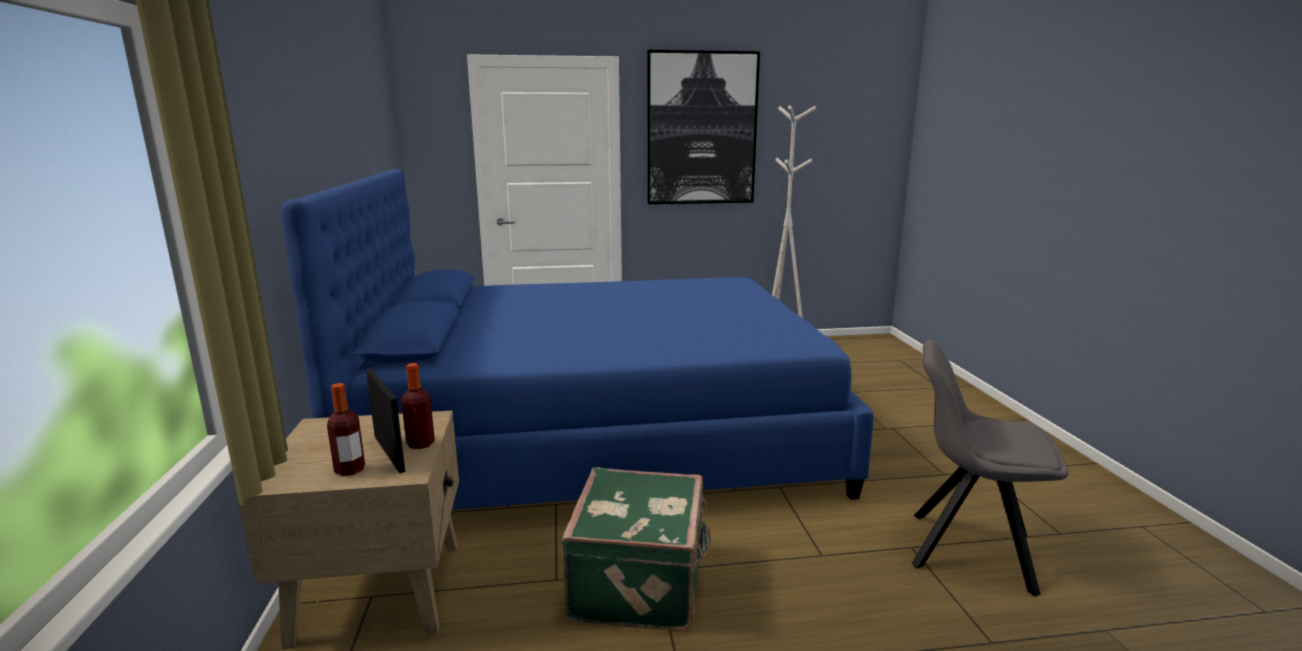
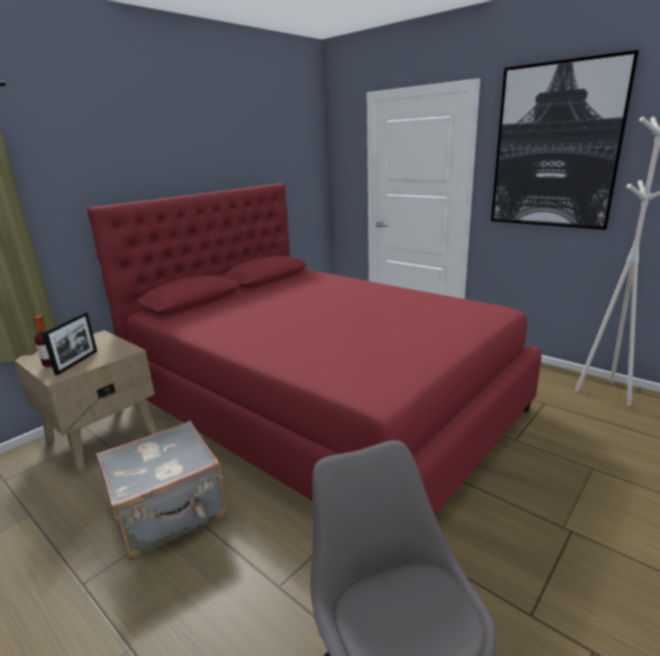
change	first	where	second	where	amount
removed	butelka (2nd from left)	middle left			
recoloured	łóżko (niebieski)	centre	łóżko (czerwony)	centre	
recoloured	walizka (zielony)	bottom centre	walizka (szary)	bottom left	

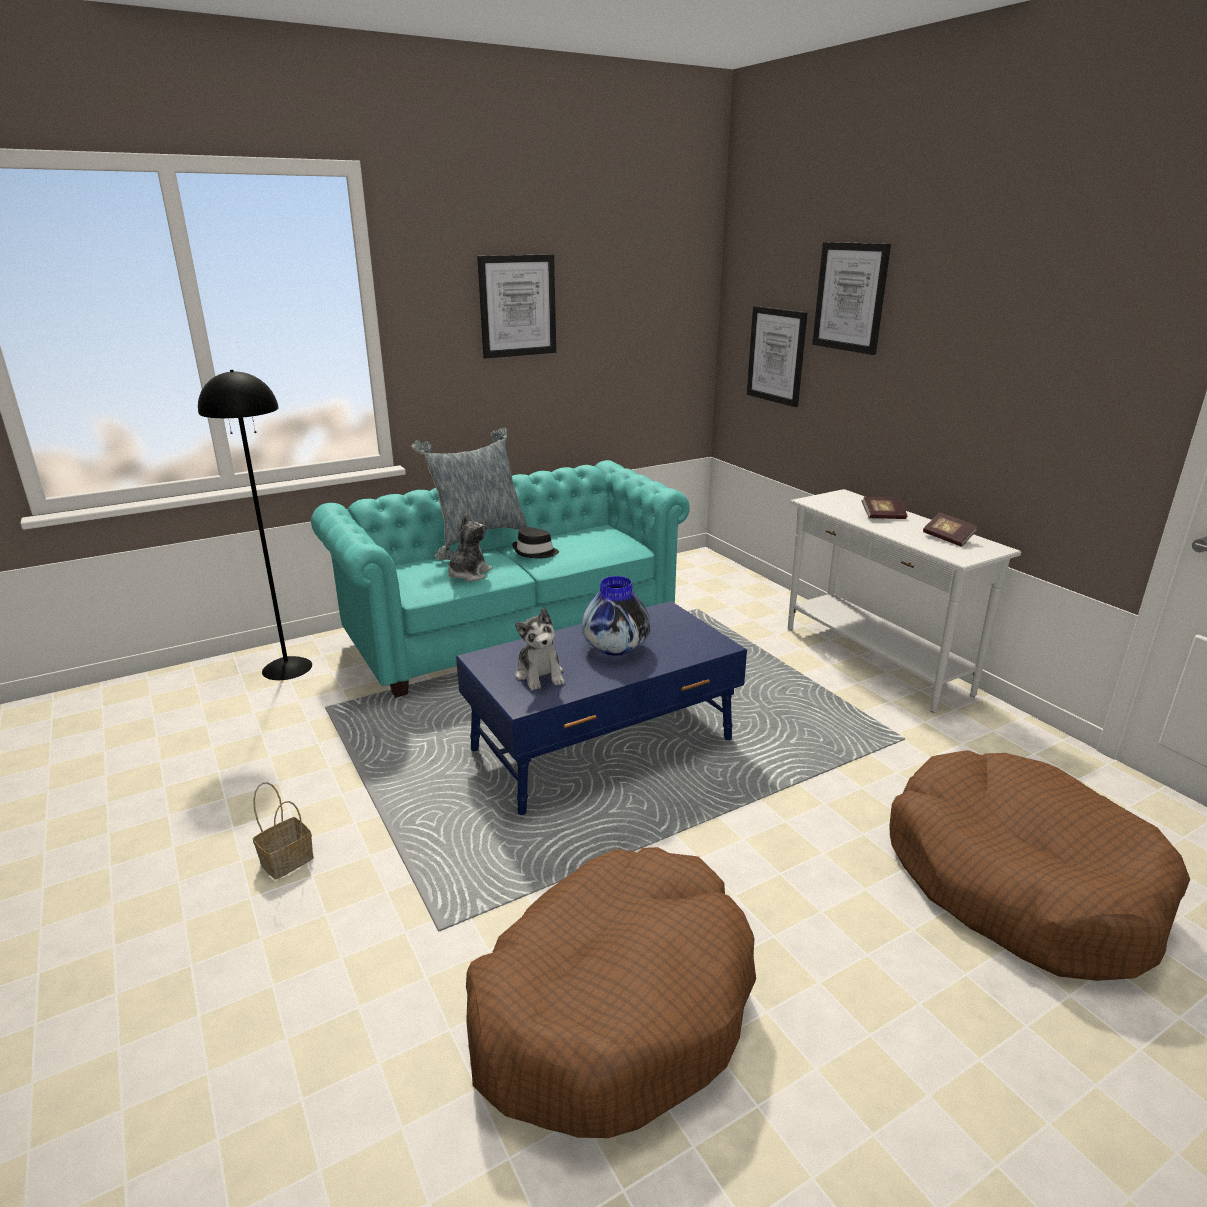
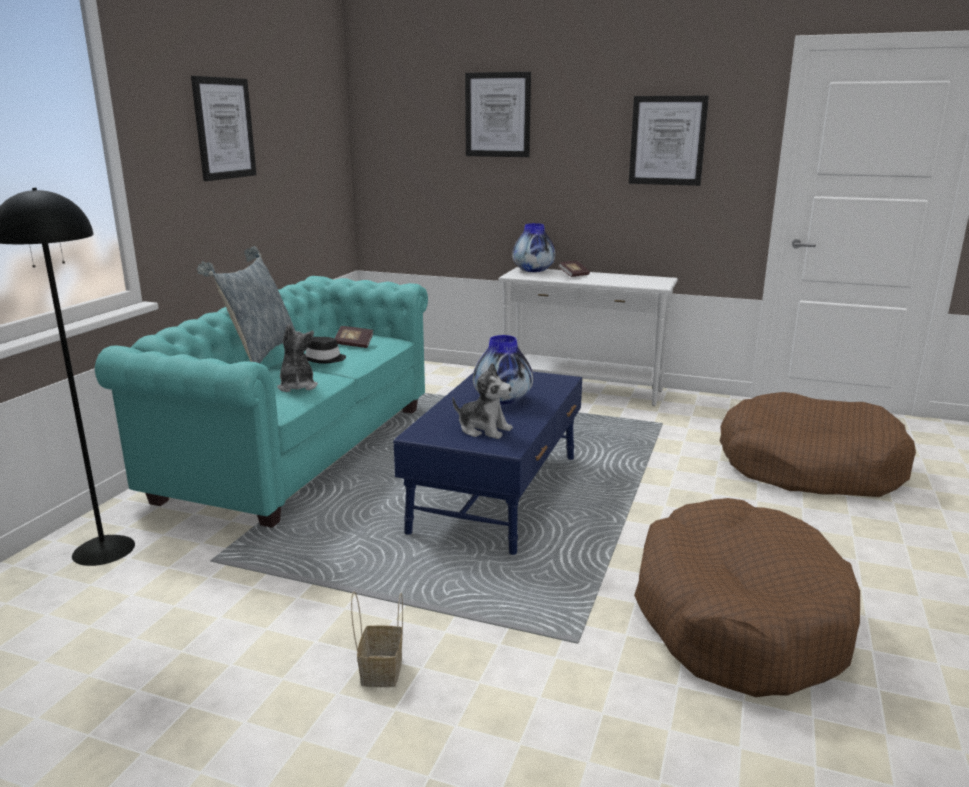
change	first	where	second	where	amount
added			wazon (2nd from left)	top centre	
moved	obraz (2nd from left in the first image)	top centre	obraz (3rd from left)	top right	
moved	książka (2nd from left in the first image)	middle right	książka (1st from left)	centre	

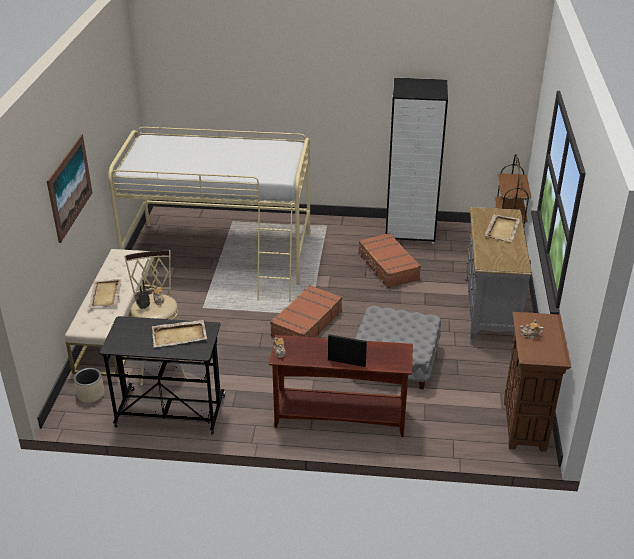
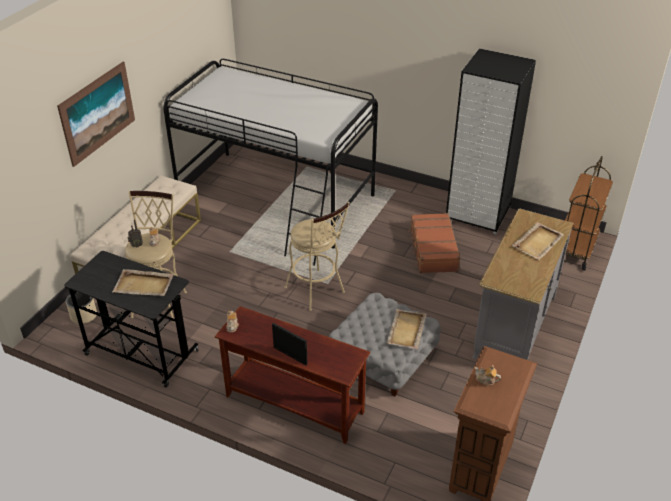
change	first	where	second	where	amount
moved	taca (beżowy) (1st from left in the first image)	middle left	taca (beżowy) (2nd from left)	centre	
replaced	walizka (brązowy) (1st from left)	centre	stołek (beżowy) (2nd from left)	centre	
recoloured	łóżko (beżowy)	middle left	łóżko (czarny)	top centre	

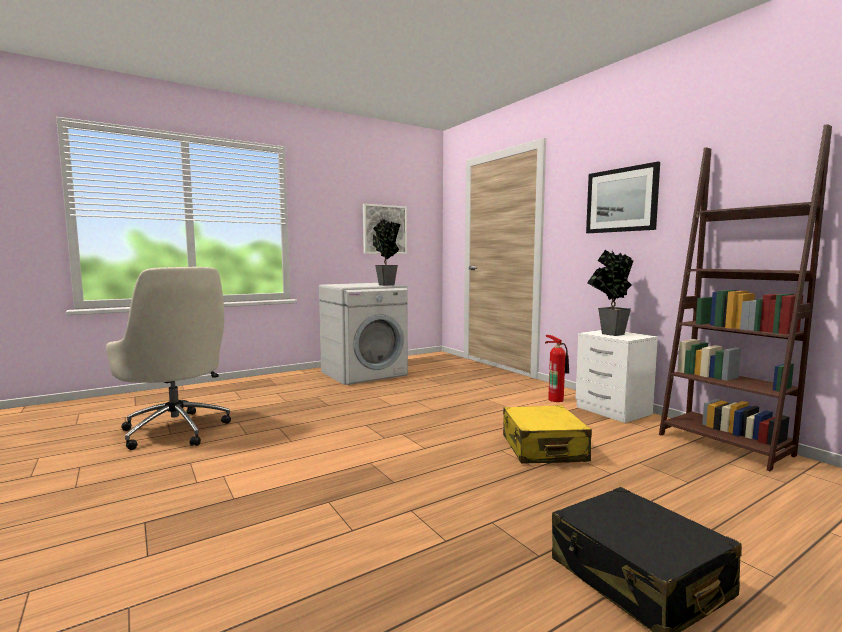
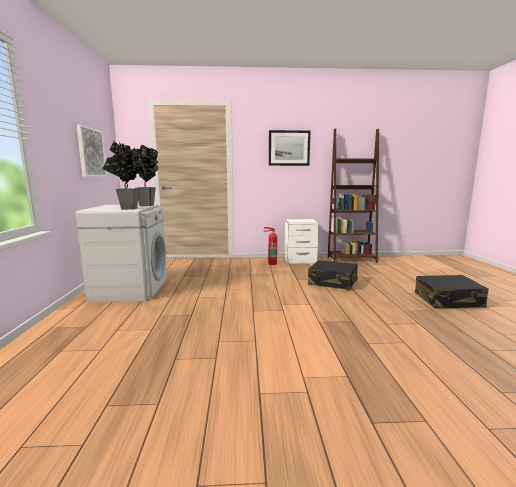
change	first	where	second	where	amount
removed	krzesło biurowe (beżowy)	middle left			
moved	roślina doniczkowa (2nd from left in the first image)	middle right	roślina doniczkowa (1st from left)	middle left	
recoloured	walizka (żółty)	bottom centre	walizka (czarny) (1st from left)	centre	

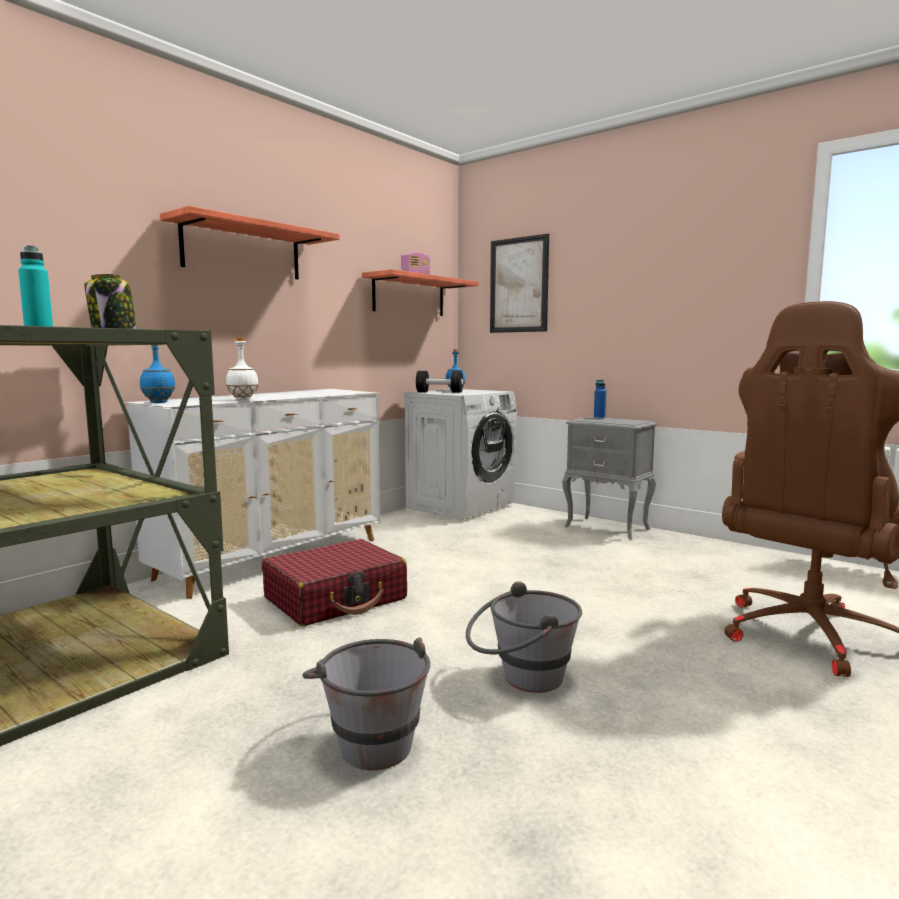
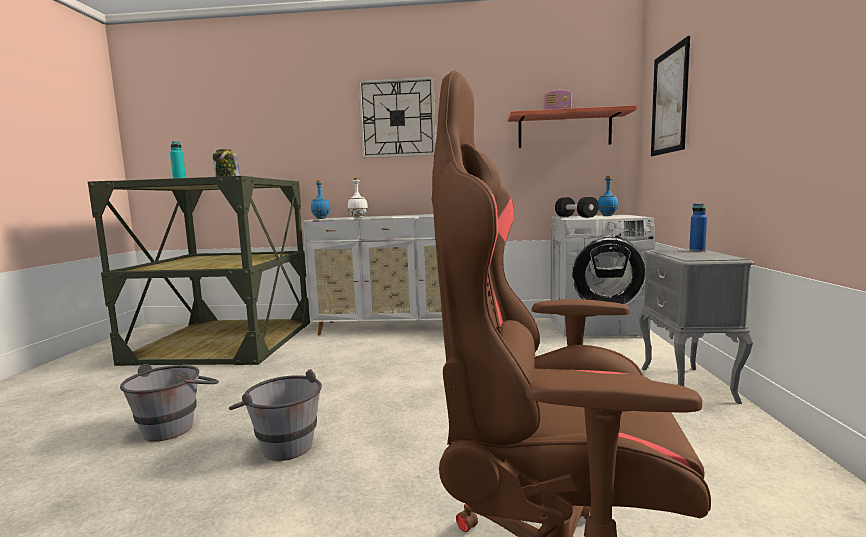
change	first	where	second	where	amount
removed	walizka (czerwony)	centre			
replaced	półka (1st from left)	top left	zegar ścienny	top centre	

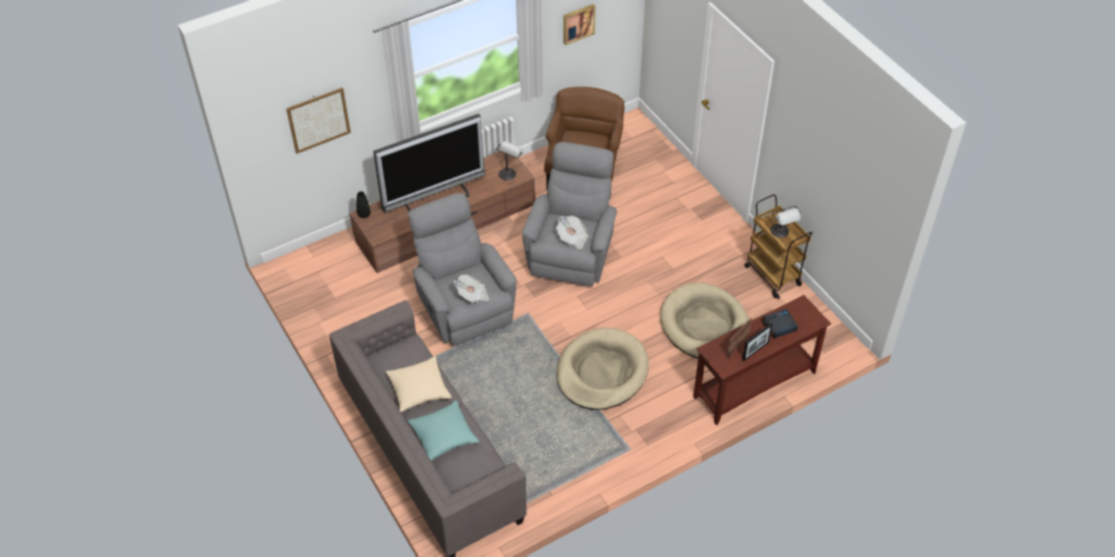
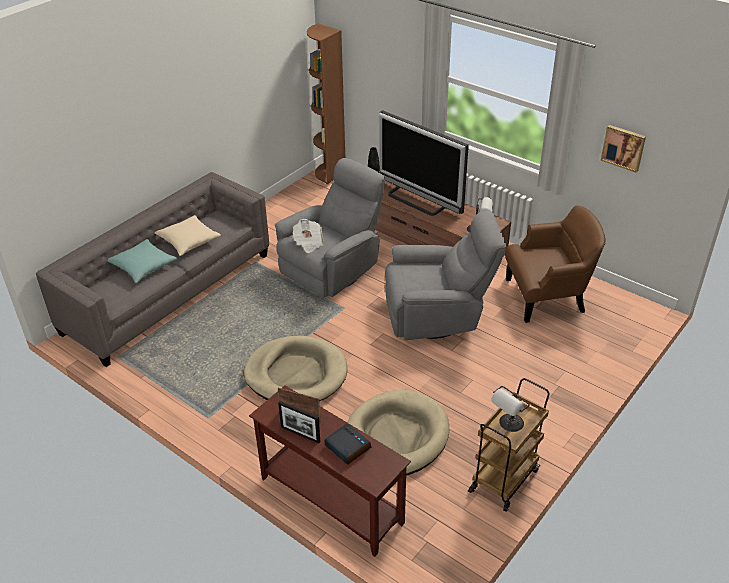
change	first	where	second	where	amount
removed	obraz (1st from left)	top left			
removed	gazeta (2nd from left)	centre			
added			regał (brązowy)	top centre	

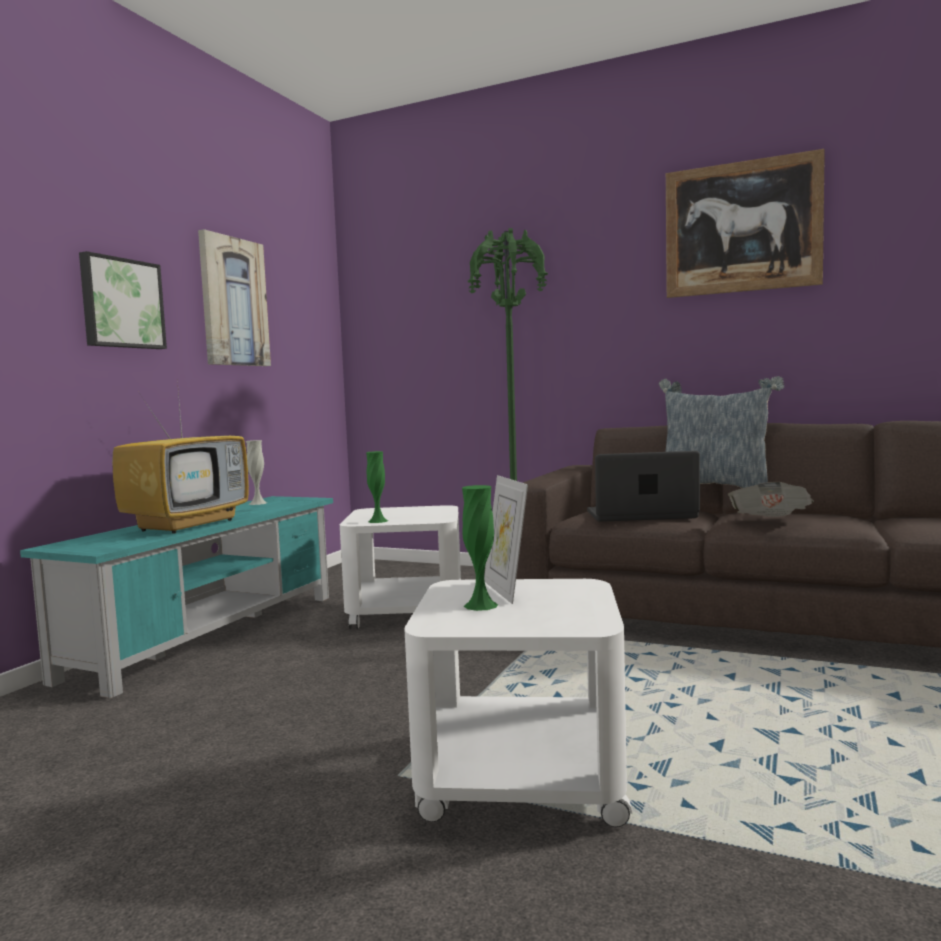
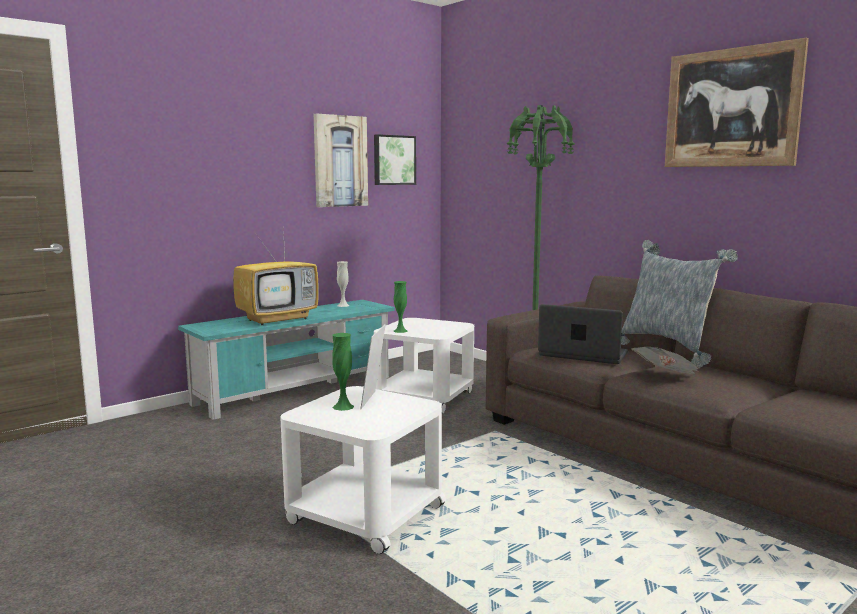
change	first	where	second	where	amount
moved	obraz (1st from left in the first image)	top left	obraz (2nd from left)	top centre	

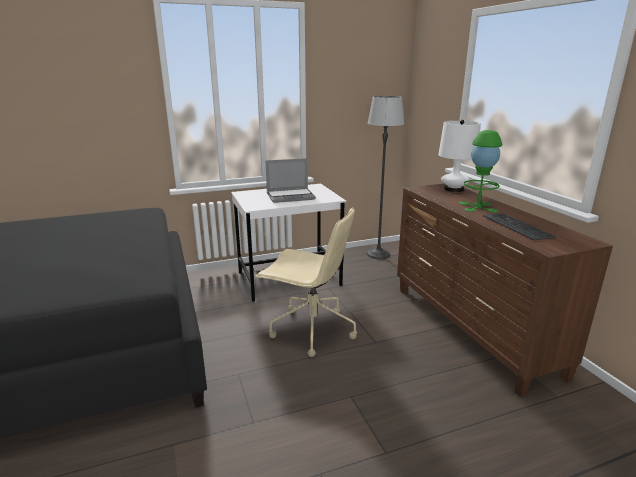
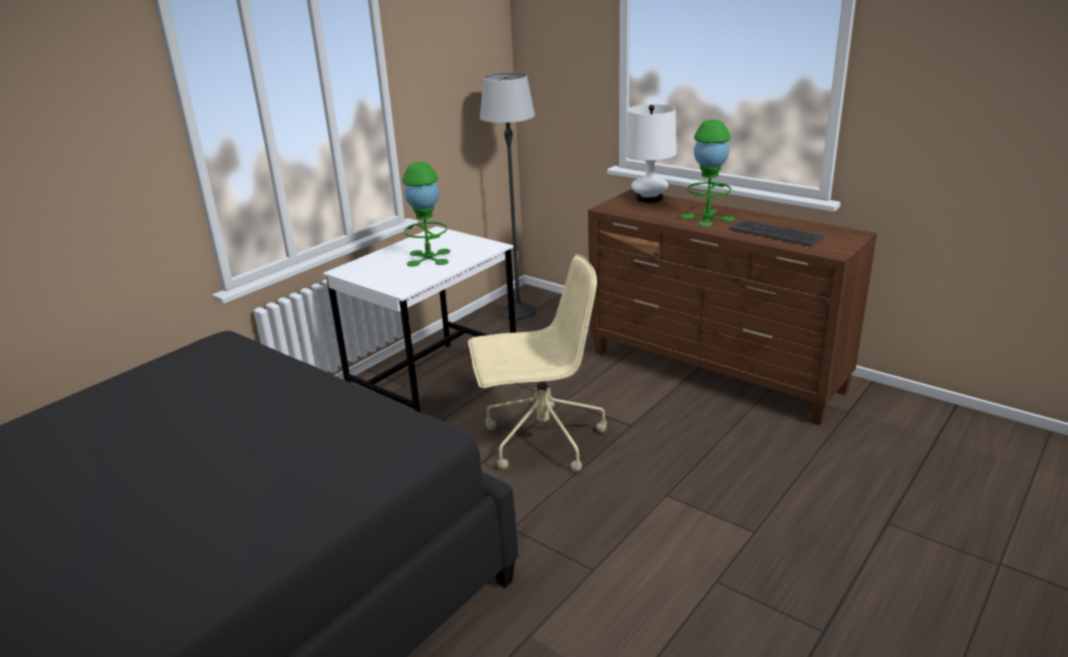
change	first	where	second	where	amount
replaced	laptop	centre	lampa stołowa (zielony) (1st from left)	top centre	

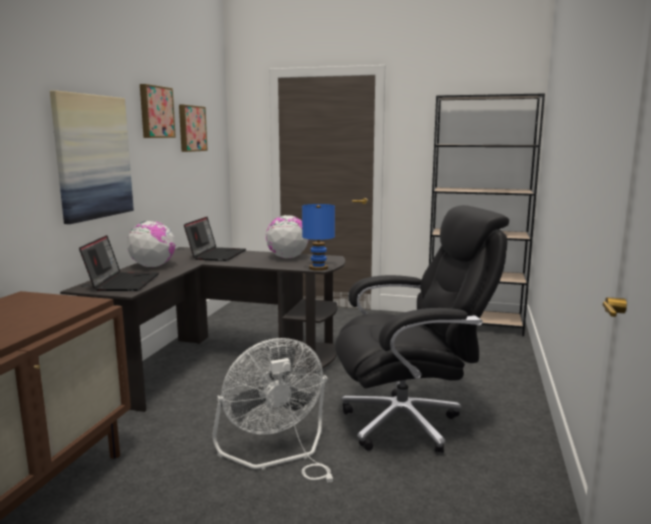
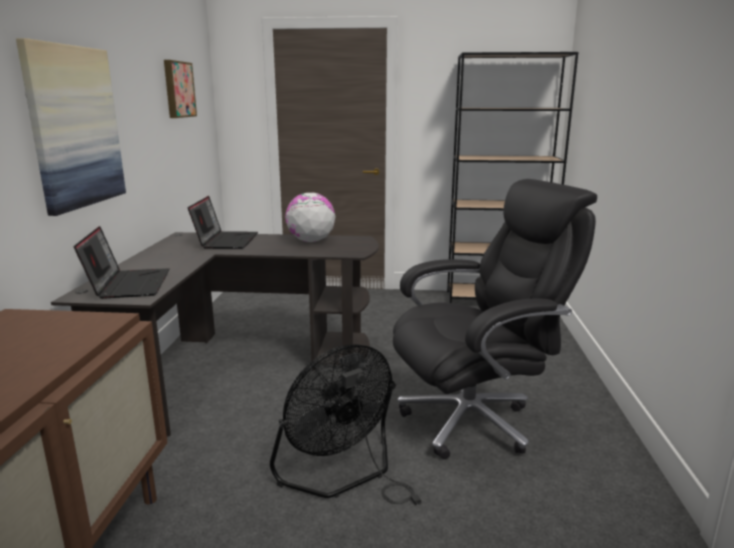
change	first	where	second	where	amount
removed	globus (1st from left)	middle left			
removed	obraz (2nd from left)	top left			
removed	lampa stołowa (niebieski)	centre			
recoloured	wentylator (biały)	bottom centre	wentylator (czarny)	bottom centre	

